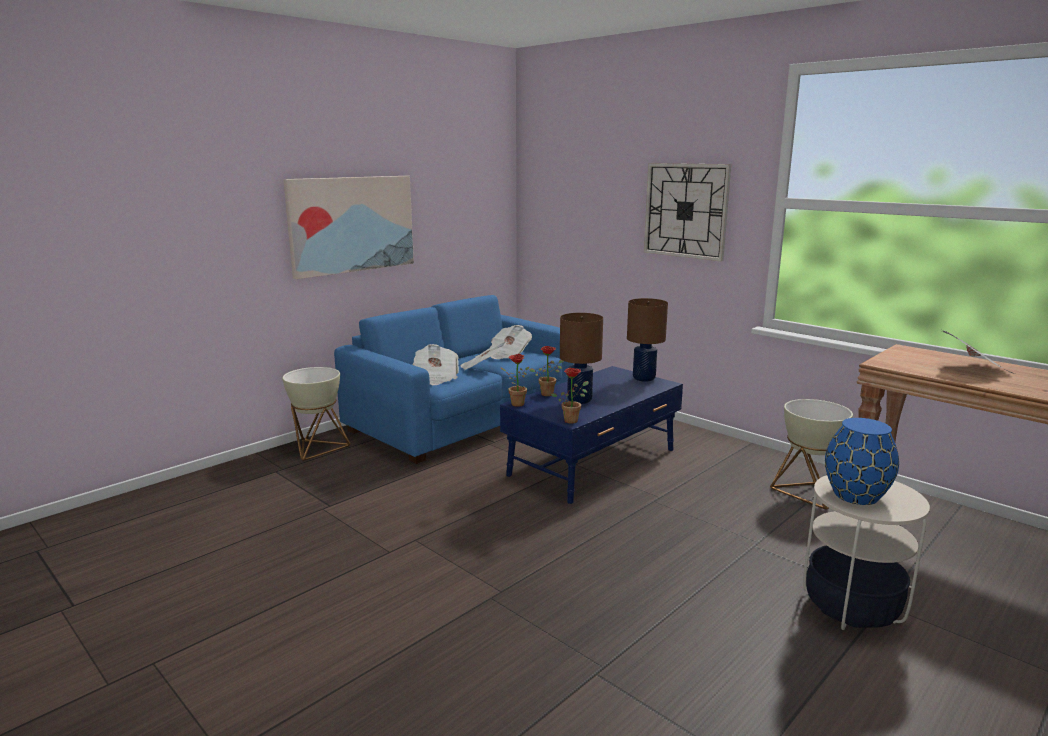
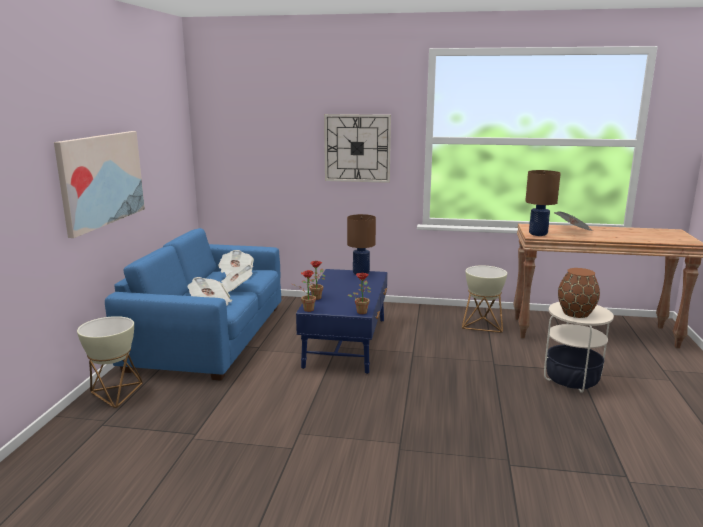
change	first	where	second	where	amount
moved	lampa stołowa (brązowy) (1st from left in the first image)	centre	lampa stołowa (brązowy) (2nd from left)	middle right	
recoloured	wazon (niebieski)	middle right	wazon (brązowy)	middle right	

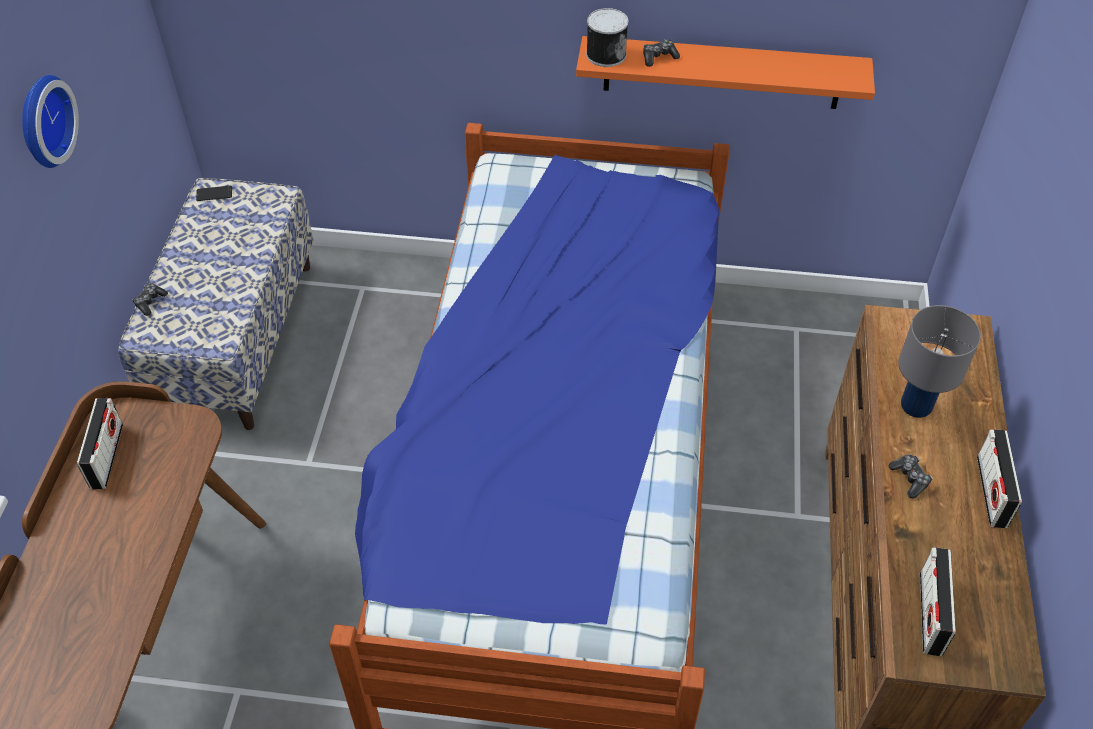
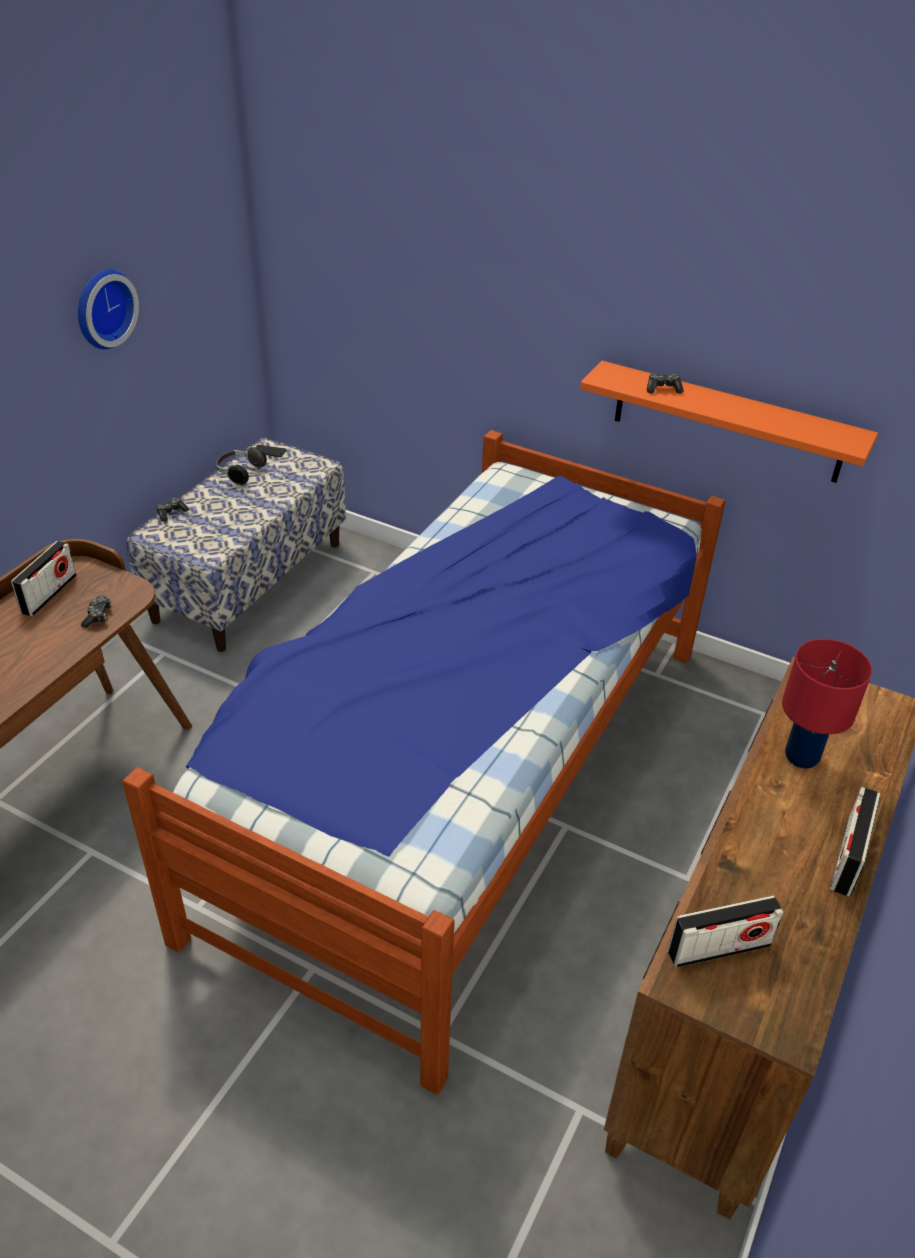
change	first	where	second	where	amount
removed	puszka	top centre			
added			słuchawki	middle left	
moved	pad do gier (3rd from left in the first image)	middle right	pad do gier (1st from left)	middle left	
recoloured	lampa stołowa (szary)	middle right	lampa stołowa (czerwony)	middle right	
turned	radio (2nd from left)	bottom right		bottom right	135 degrees counterclockwise

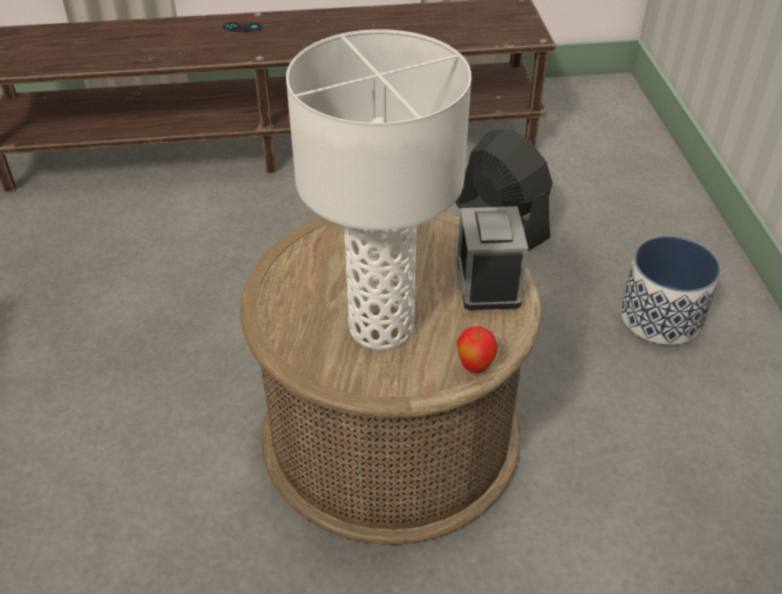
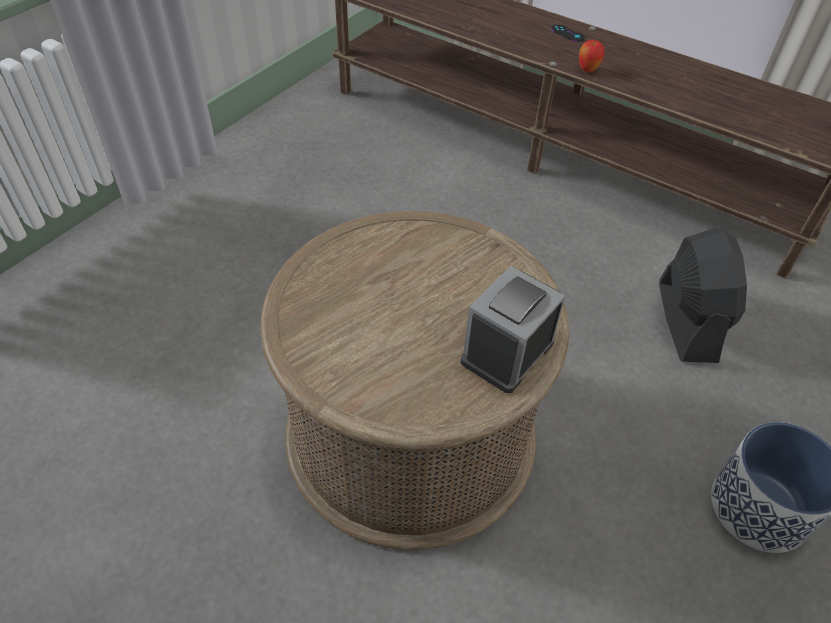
change	first	where	second	where	amount
removed	lampa stołowa (biały)	top centre			
moved	jabłko	centre		top right	

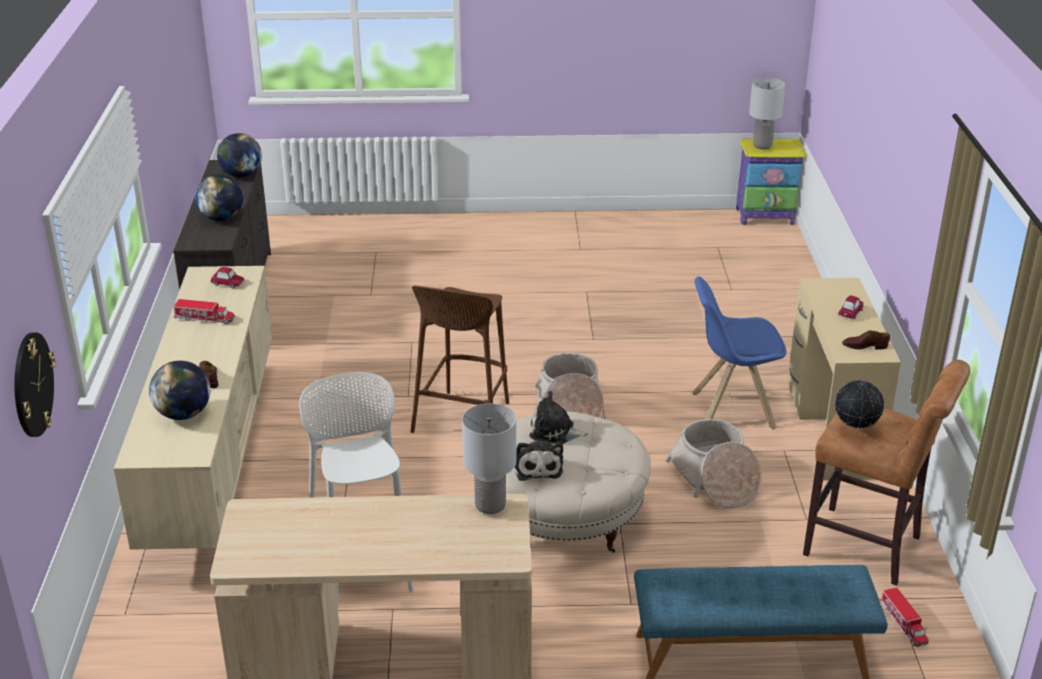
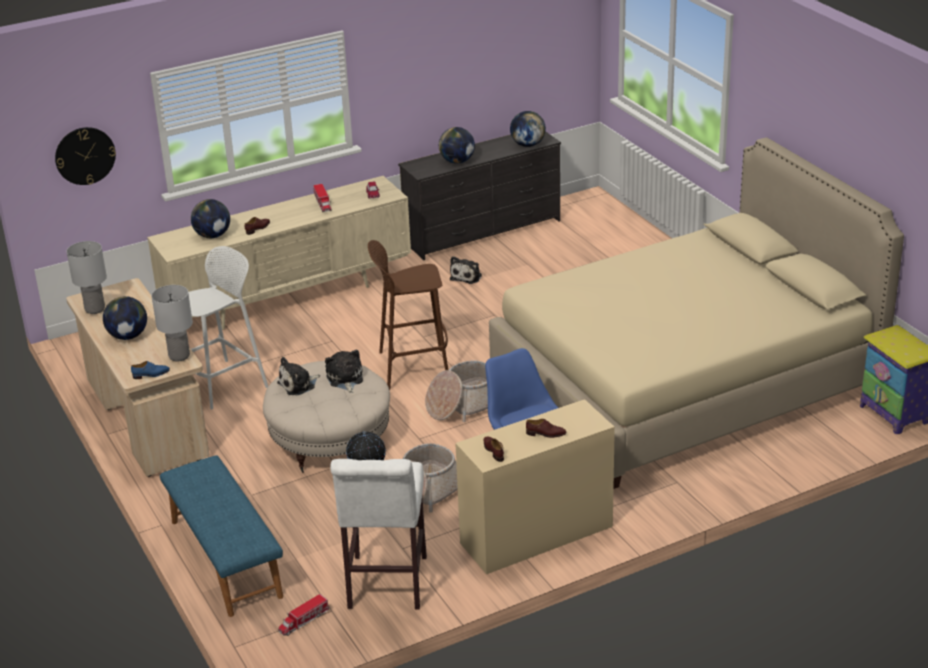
change	first	where	second	where	amount
added			globus (1st from left)	middle left	
added			but (niebieski)	middle left	
added			pluszak (3rd from left)	centre	
added			łóżko (beżowy)	middle right	
moved	lampa stołowa (szary) (2nd from left in the first image)	top right	lampa stołowa (szary) (1st from left)	middle left	
replaced	samochodzik (2nd from left)	middle right	but (brązowy) (3rd from left)	centre	
recoloured	stołek (brązowy) (2nd from left)	bottom right	stołek (biały) (2nd from left)	bottom centre	

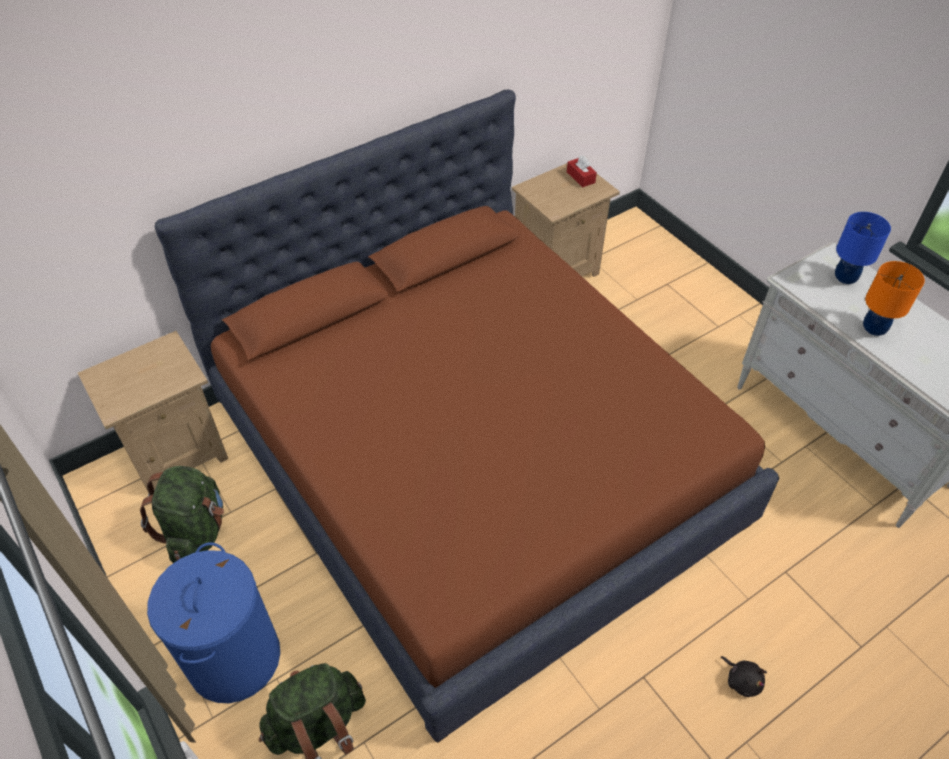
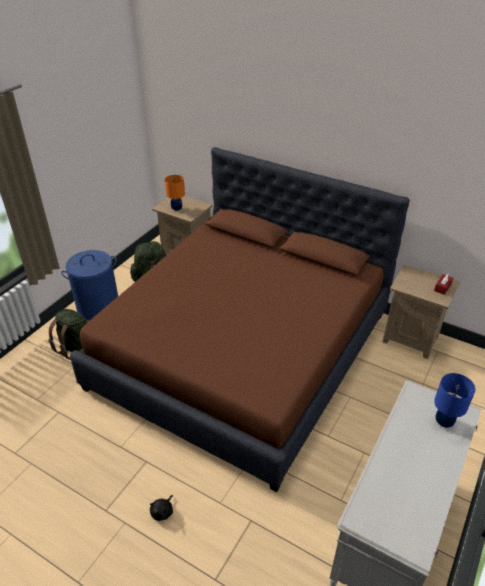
change	first	where	second	where	amount
moved	lampa stołowa (pomarańczowy)	middle right		top centre	

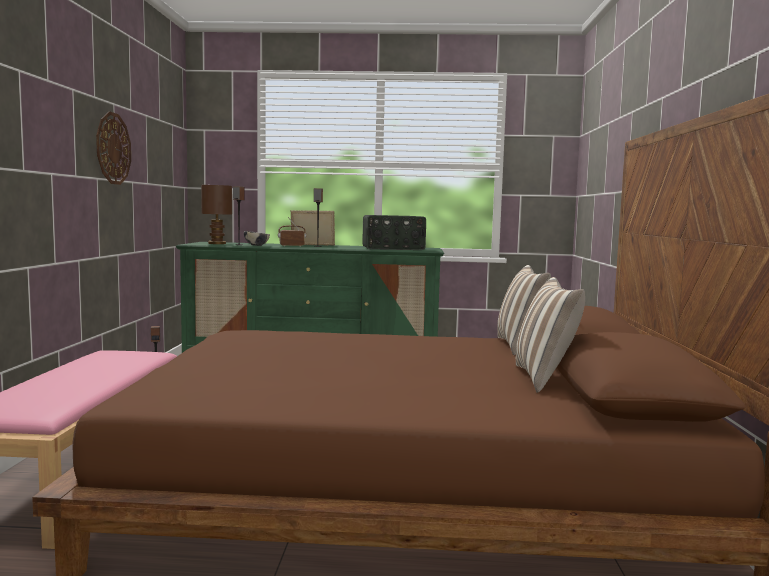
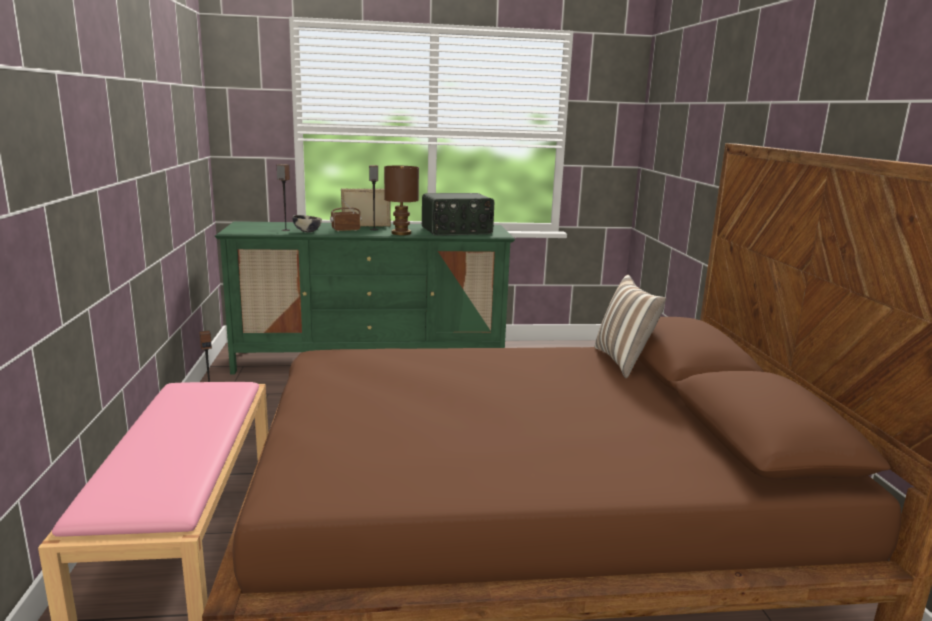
change	first	where	second	where	amount
removed	zegar ścienny	top left			
removed	poduszka (2nd from left)	middle right			
moved	lampa stołowa (brązowy)	middle left		top centre	

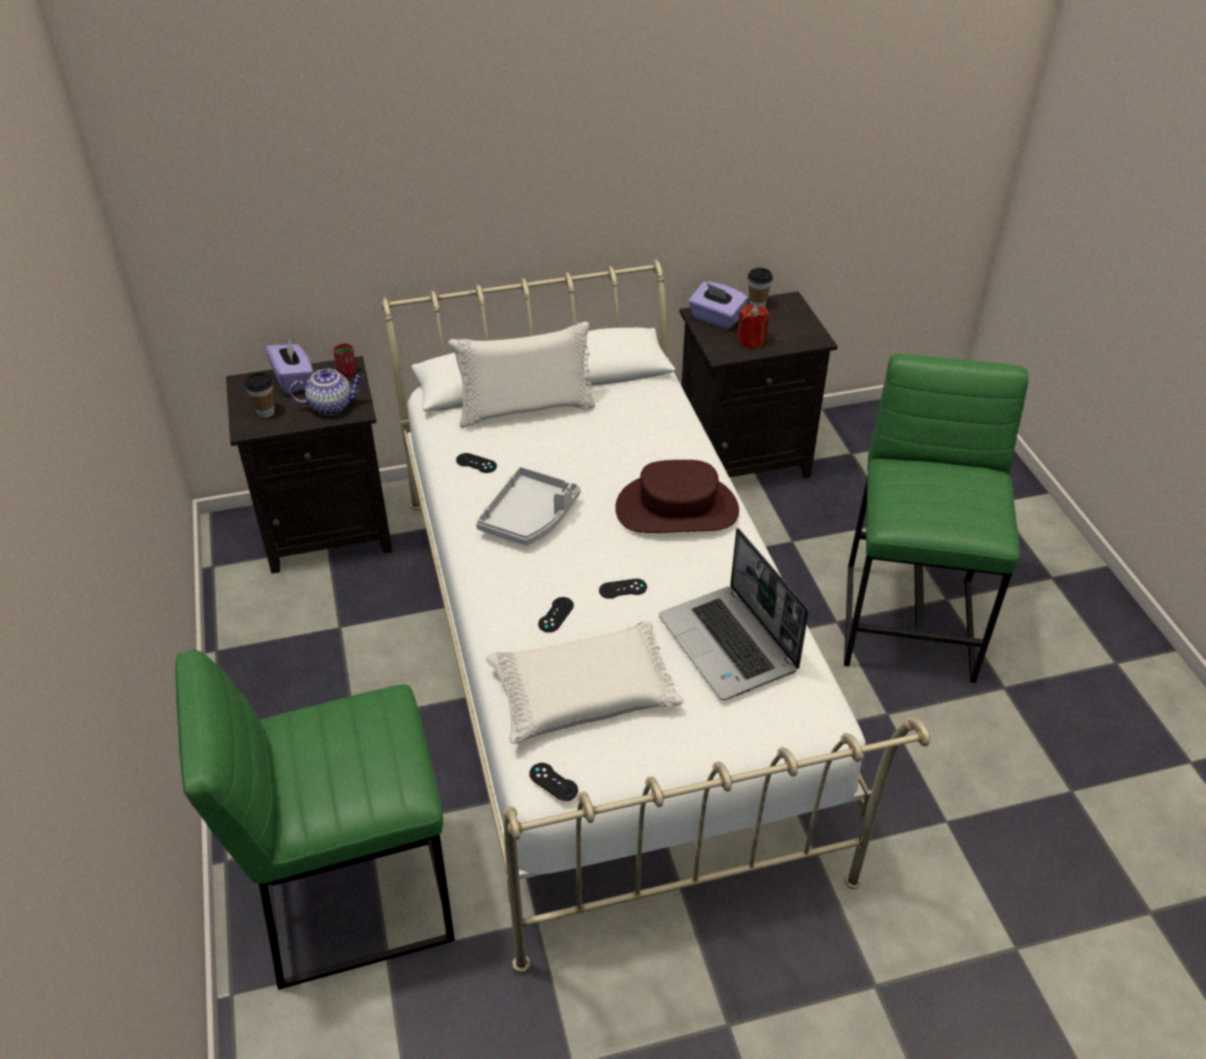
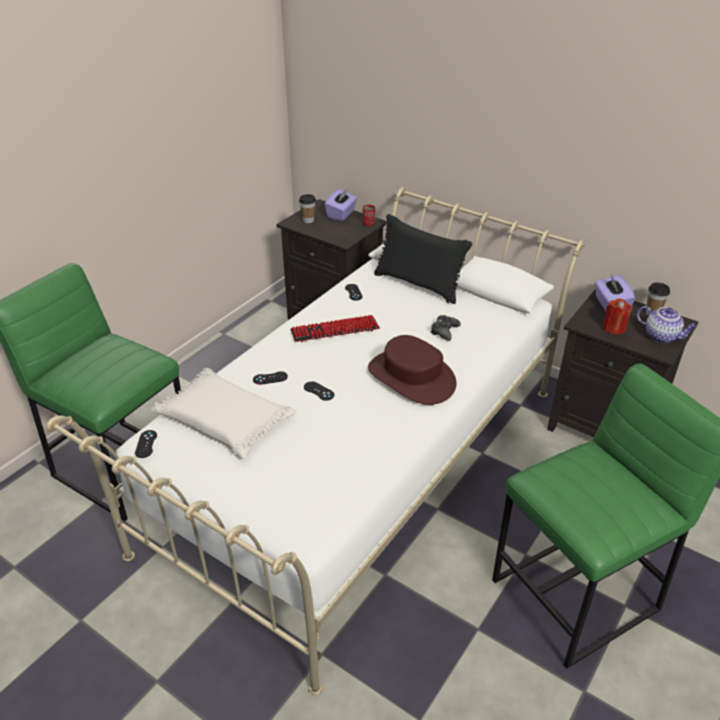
change	first	where	second	where	amount
removed	laptop	centre			
added			pad do gier (czarny) (5th from left)	centre	
moved	imbryk	middle left		middle right	
replaced	taca (szary)	centre	klawiatura	centre	
recoloured	poduszka (biały) (1st from left)	centre	poduszka (czarny)	centre	

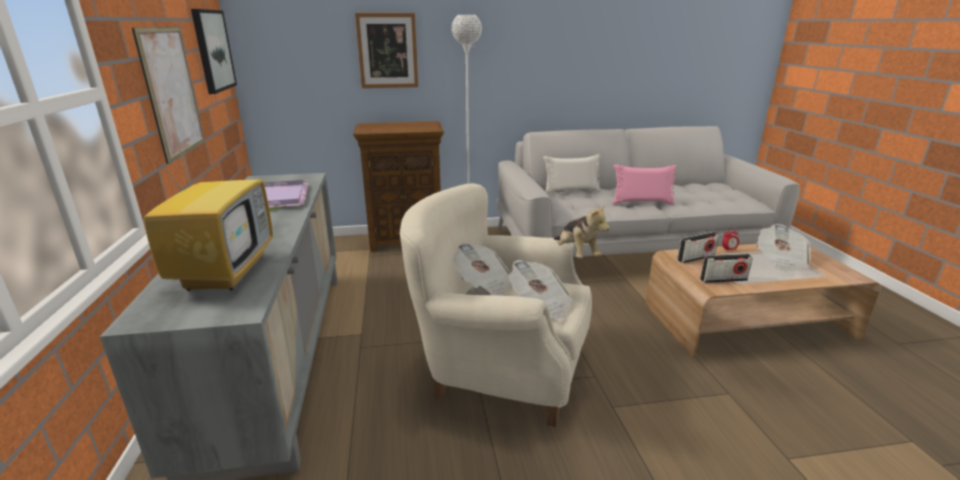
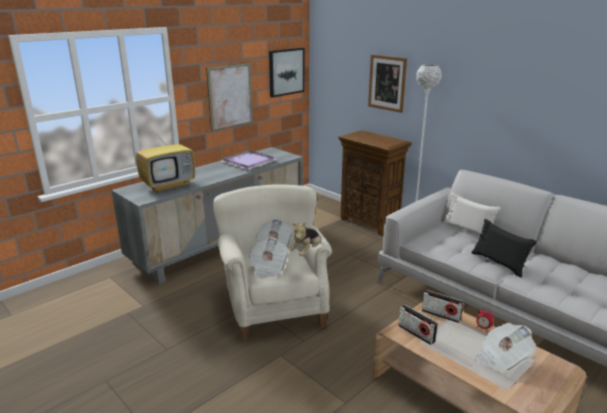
change	first	where	second	where	amount
recoloured	poduszka (różowy)	middle right	poduszka (czarny)	middle right	

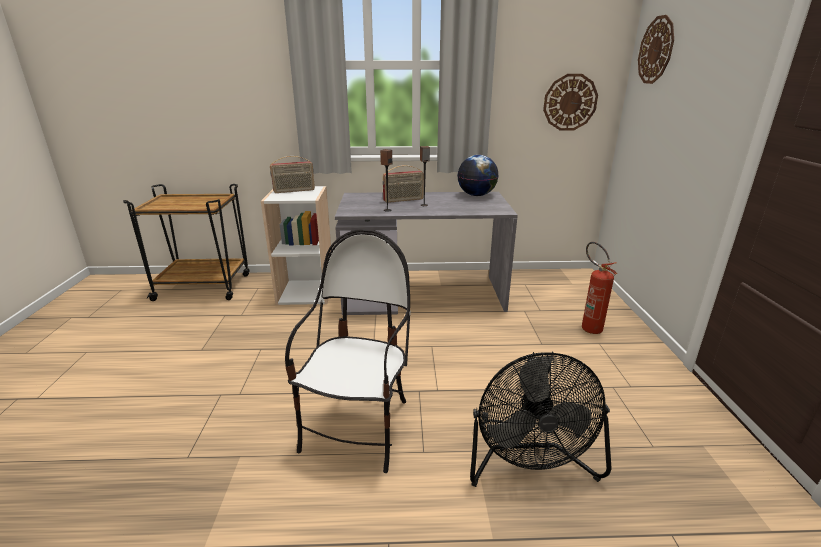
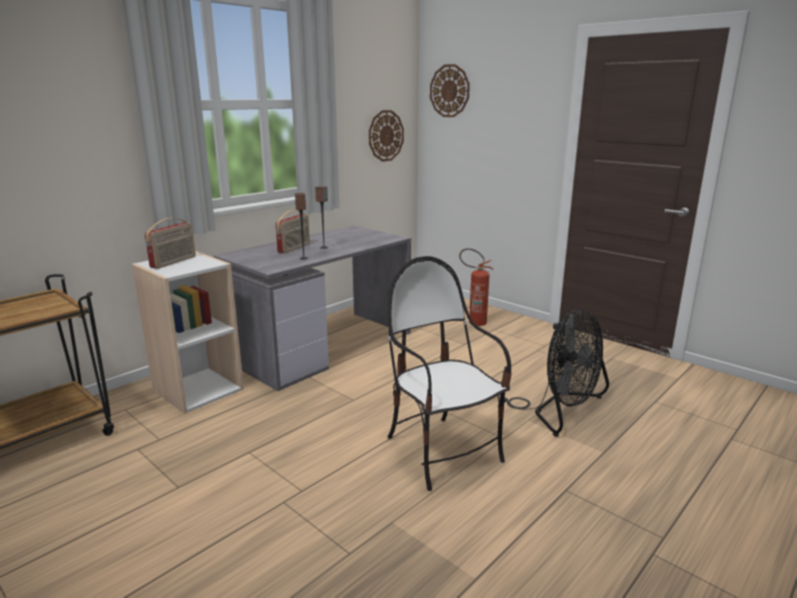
change	first	where	second	where	amount
removed	globus	top centre			

